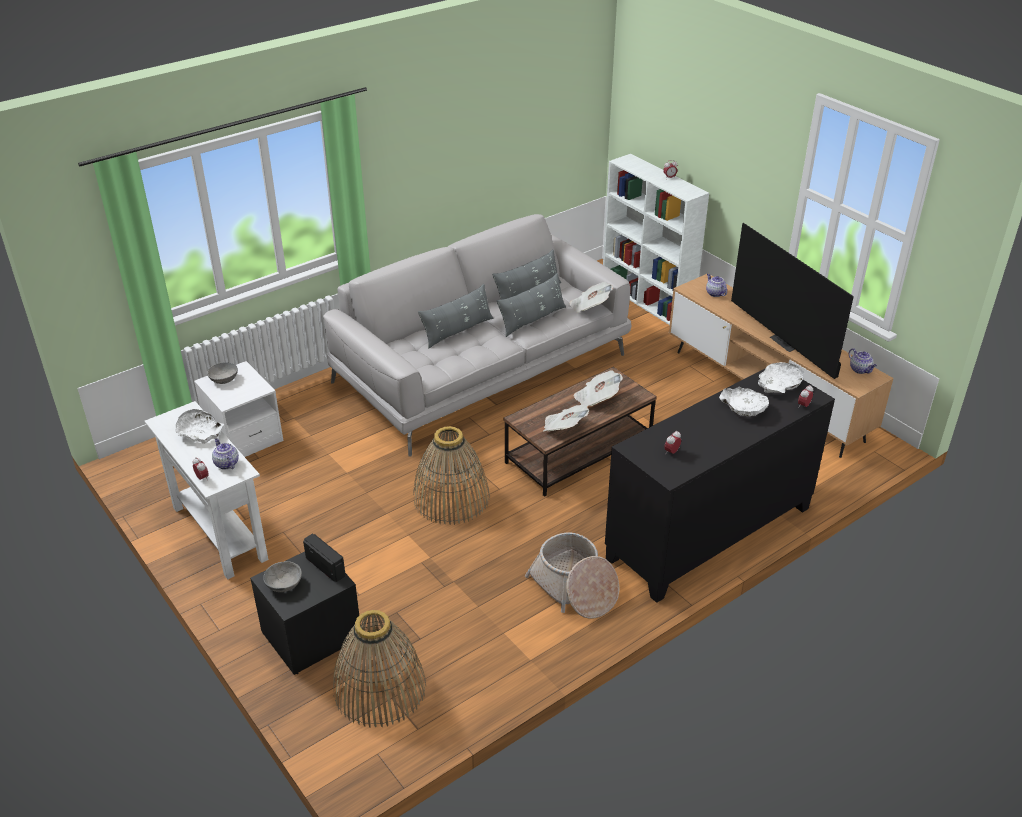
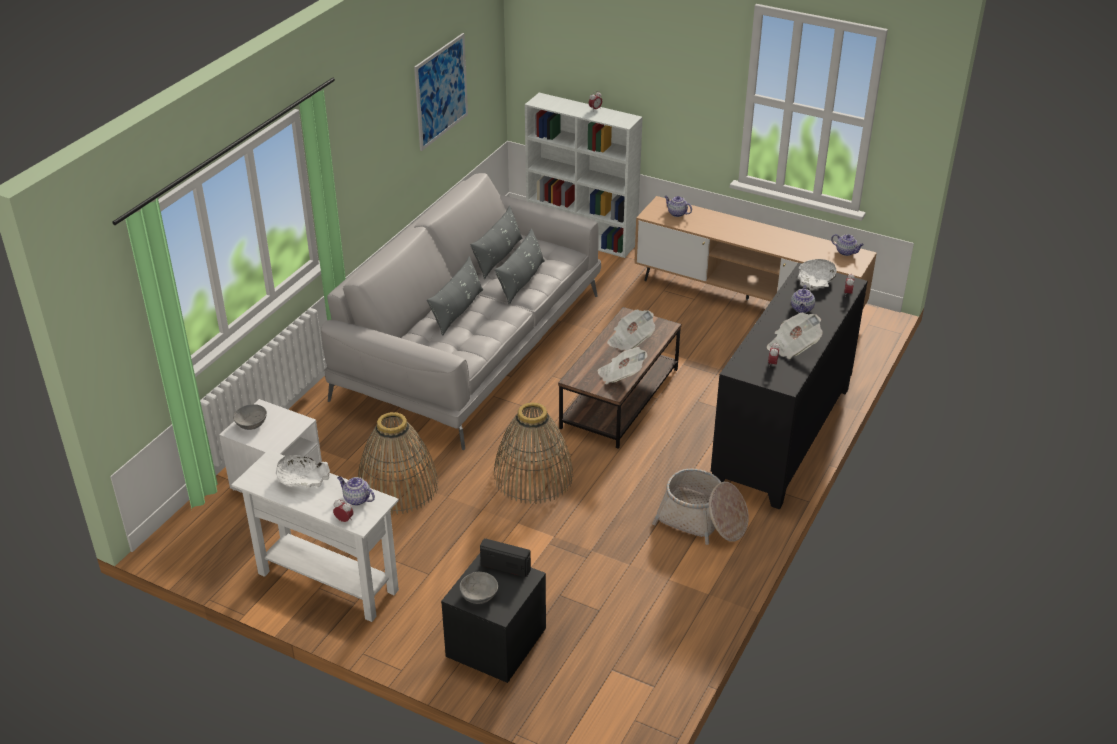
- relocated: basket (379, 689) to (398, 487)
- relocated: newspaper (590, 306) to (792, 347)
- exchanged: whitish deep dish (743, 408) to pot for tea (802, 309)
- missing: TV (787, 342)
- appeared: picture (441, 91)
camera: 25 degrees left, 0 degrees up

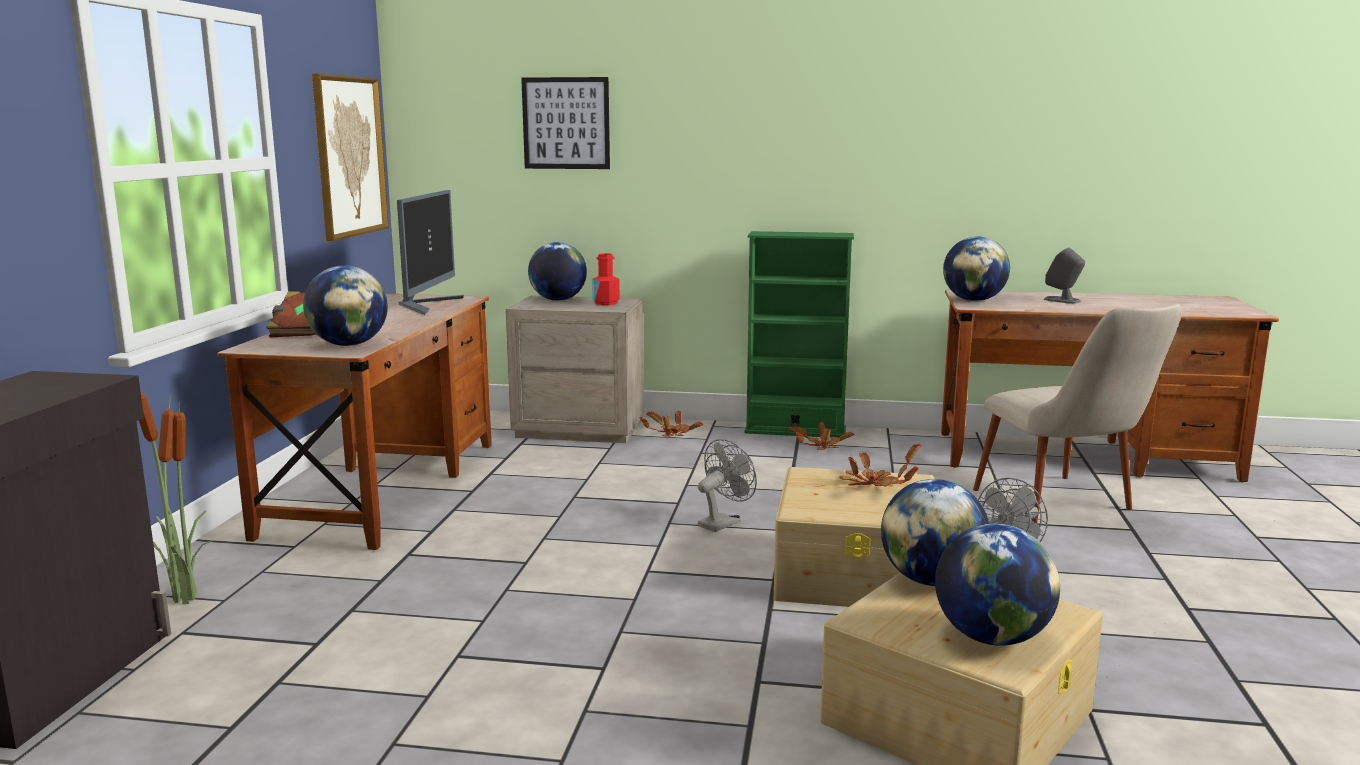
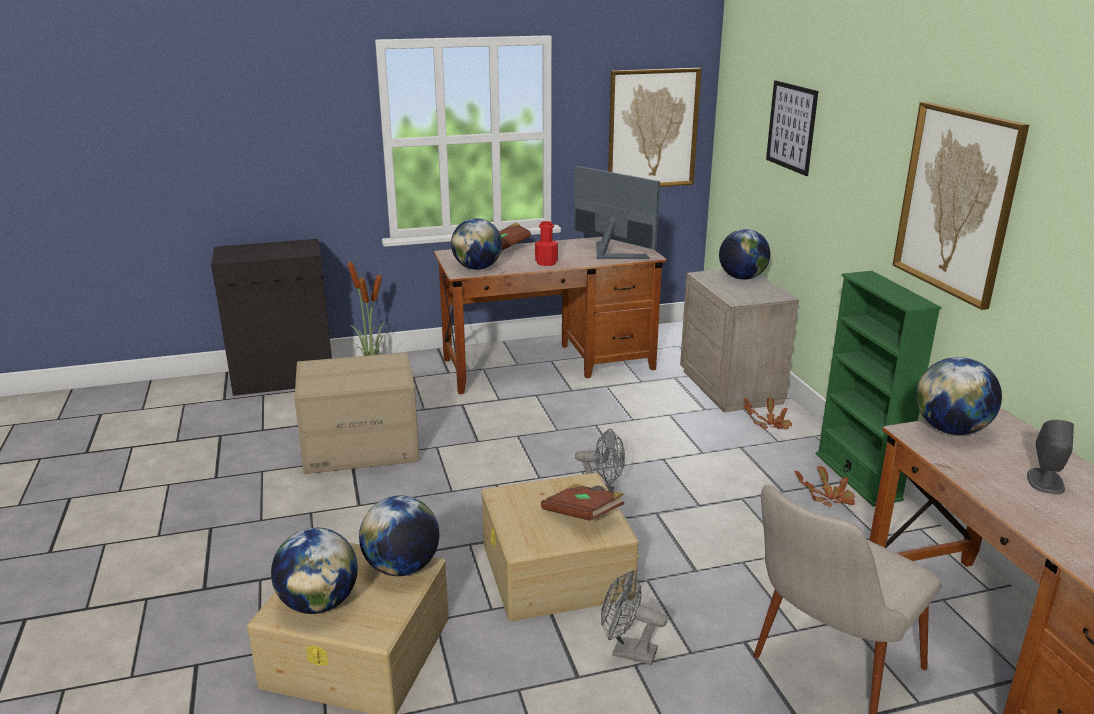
- spun: computer screen (427, 305) = (611, 253) 120 degrees counterclockwise
- relocated: reddish beverage bottle (606, 303) to (546, 262)
- exchanged: plant in a pot (874, 485) to brown bound book (583, 515)
- appeared: cardboard box (361, 447)
- appeared: picture (957, 202)
camera: 65 degrees right, 10 degrees up

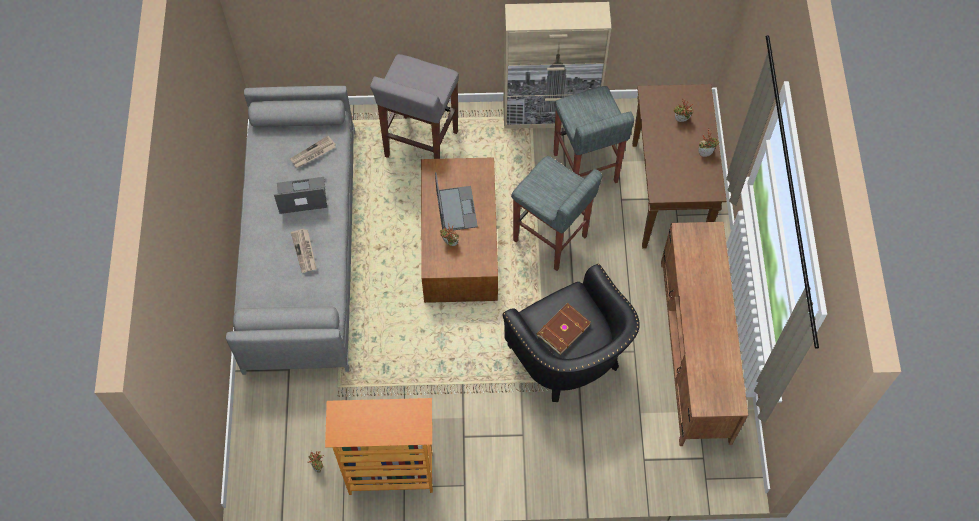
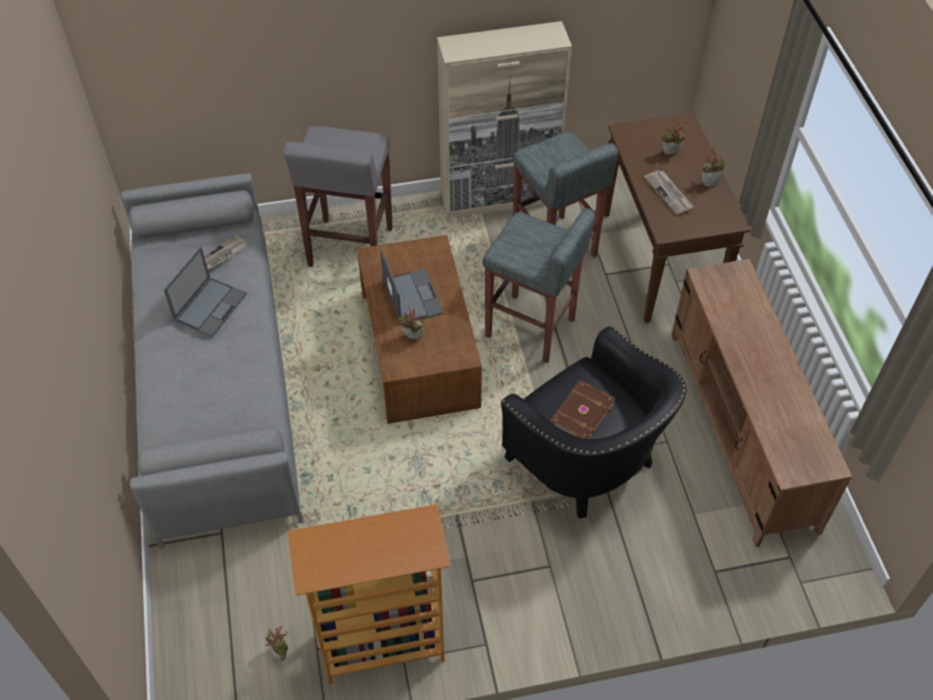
- spun: notebook computer (301, 196) = (210, 306) 135 degrees clockwise
- relocated: newspaper (305, 251) to (669, 193)
camera: 10 degrees left, 10 degrees down

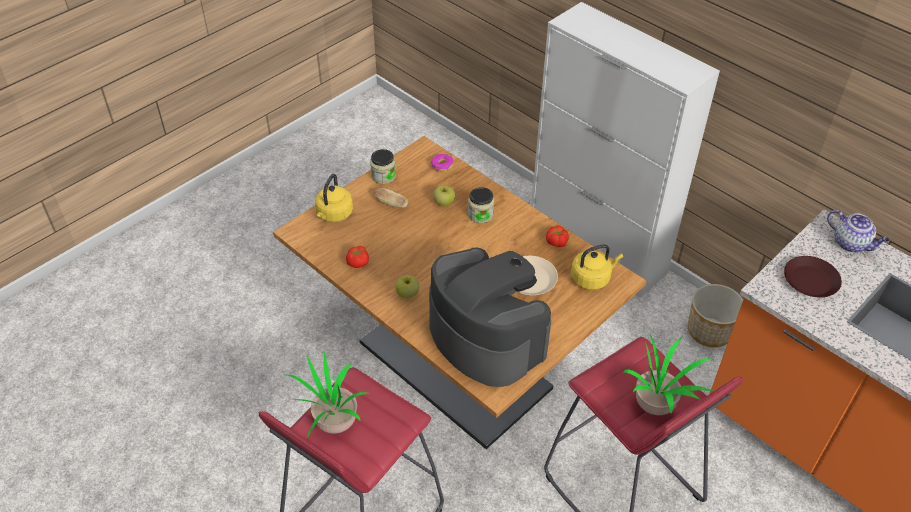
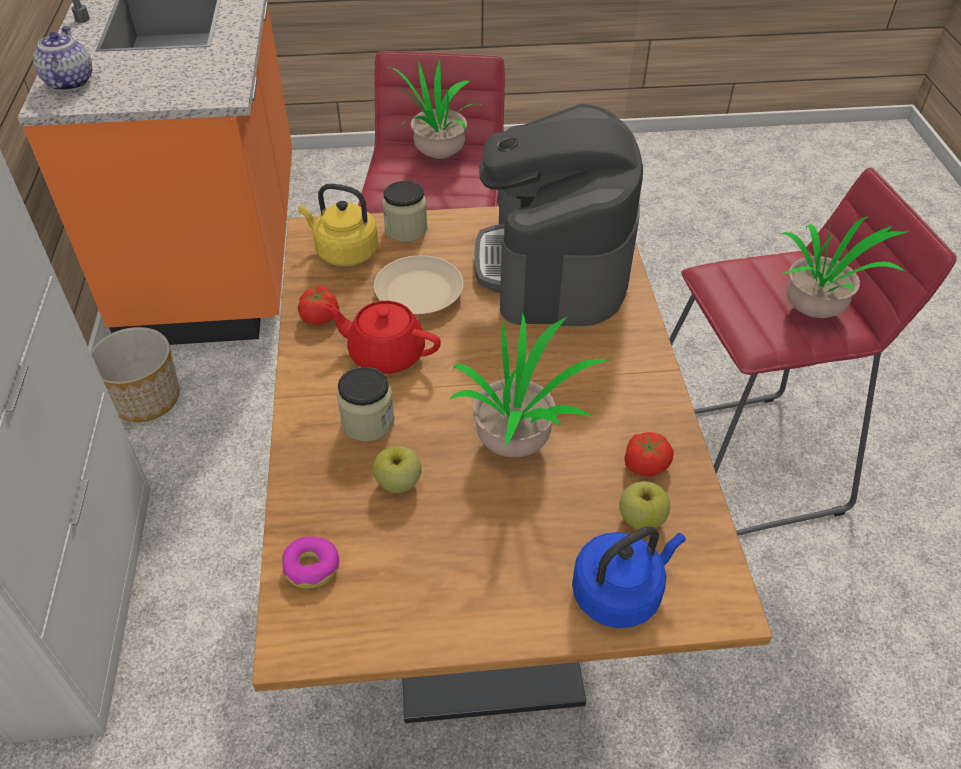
- colour: yellowish water kettle (334, 215) to blue water kettle (620, 592)
- relocated: storage jar (383, 176) to (406, 229)
- missing: bakery bread (391, 204)
- relocated: whole apple (407, 294) to (641, 519)
- missing: brown flat dish (810, 280)
- appeared: reddish pot for tea (385, 353)
- appeared: plant in a pot (518, 442)
camera: 140 degrees left, 0 degrees up

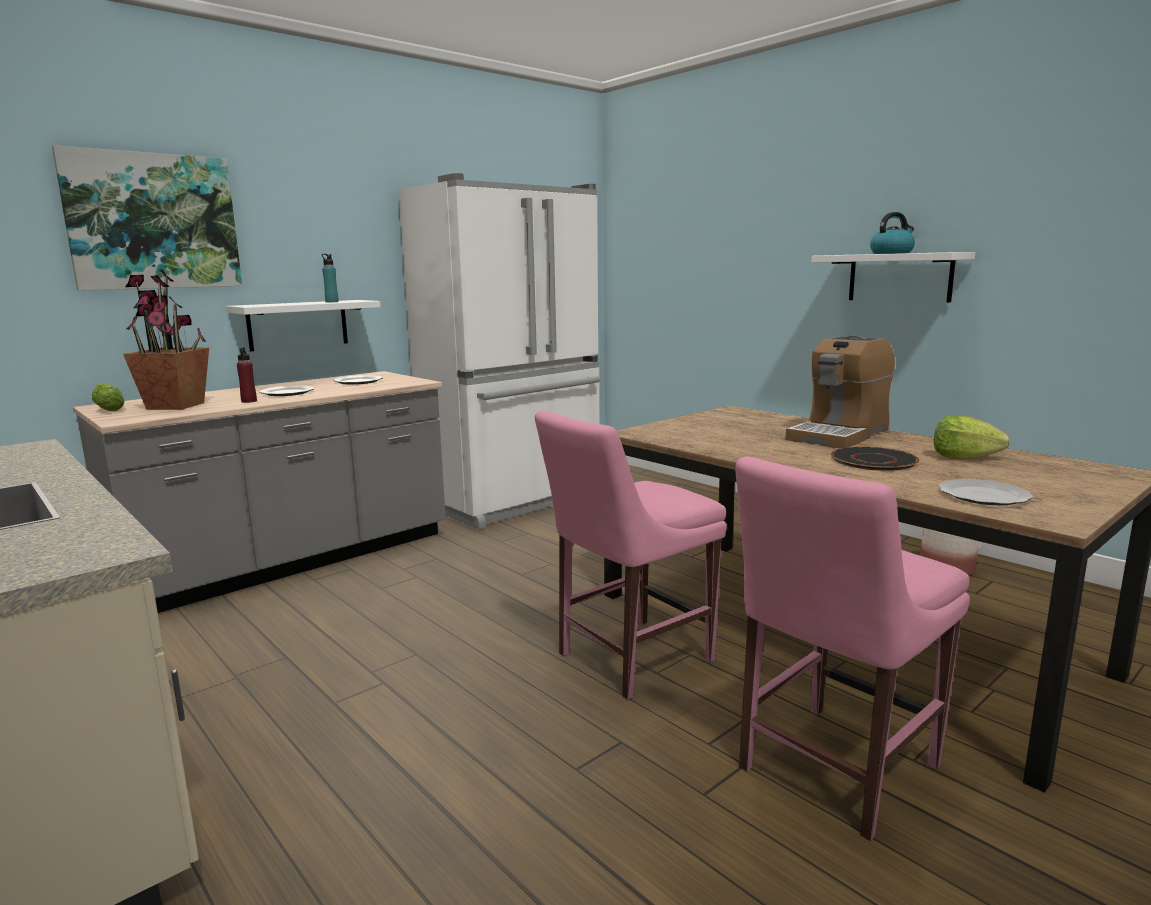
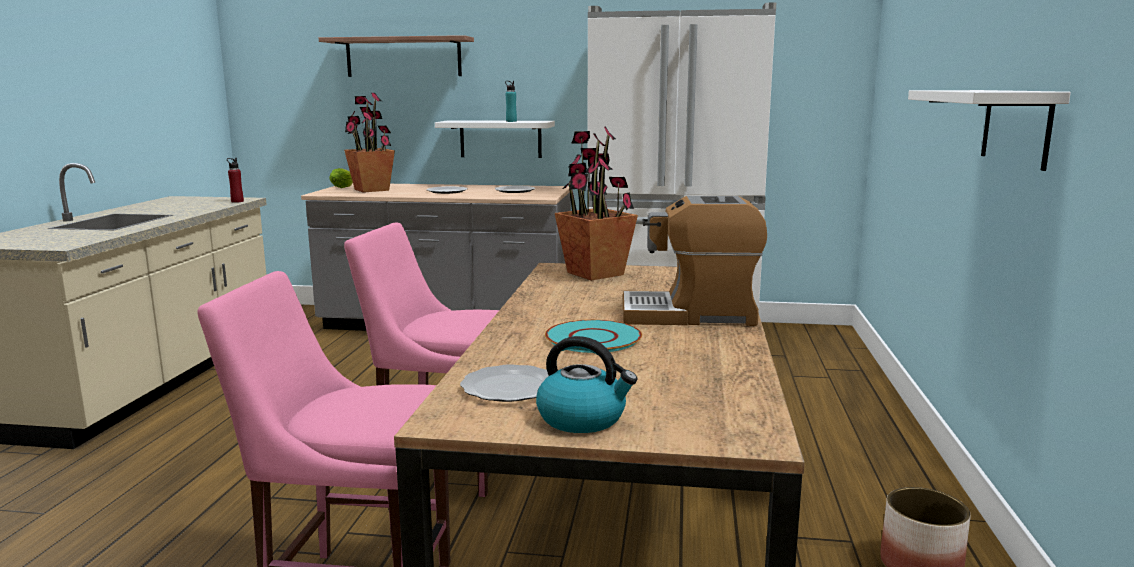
- exchanged: picture (153, 222) to wall shelf (403, 57)
- relocated: reddish beverage bottle (249, 401) to (237, 201)
- colour: black flat dish (873, 460) to turquoise-coloured flat dish (593, 338)
- relocated: water kettle (891, 253) to (583, 418)
- missing: lettuce head (963, 457)
- appeared: plant in a pot (595, 274)
camera: 50 degrees right, 0 degrees up

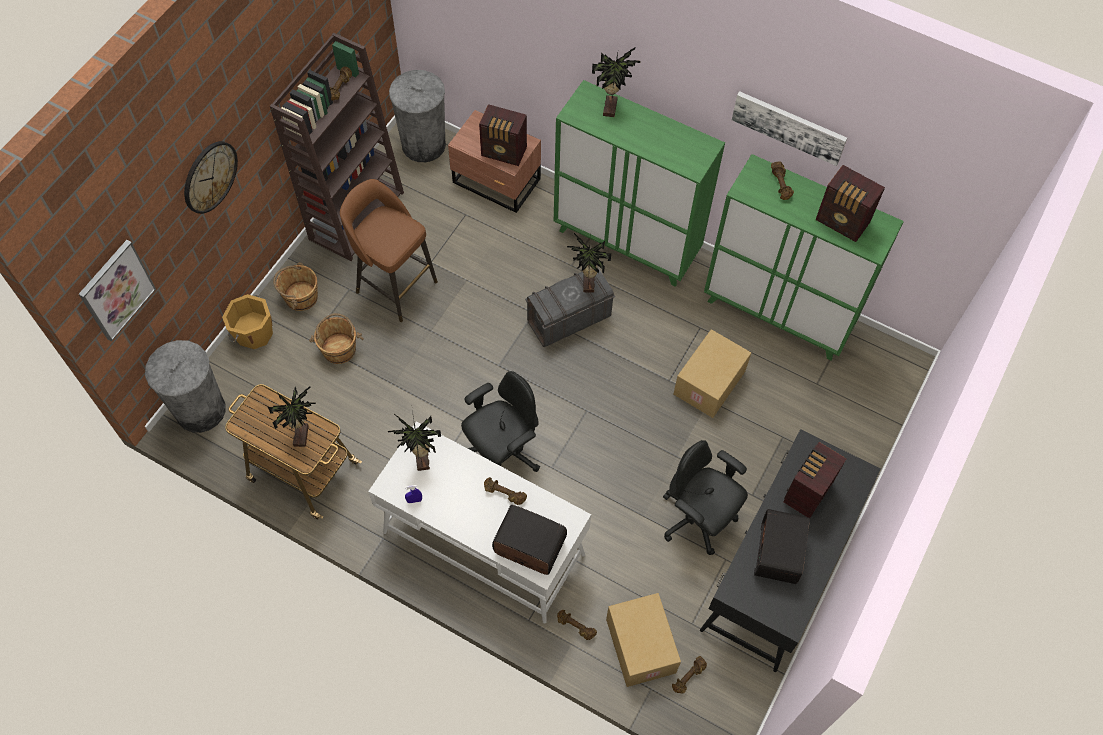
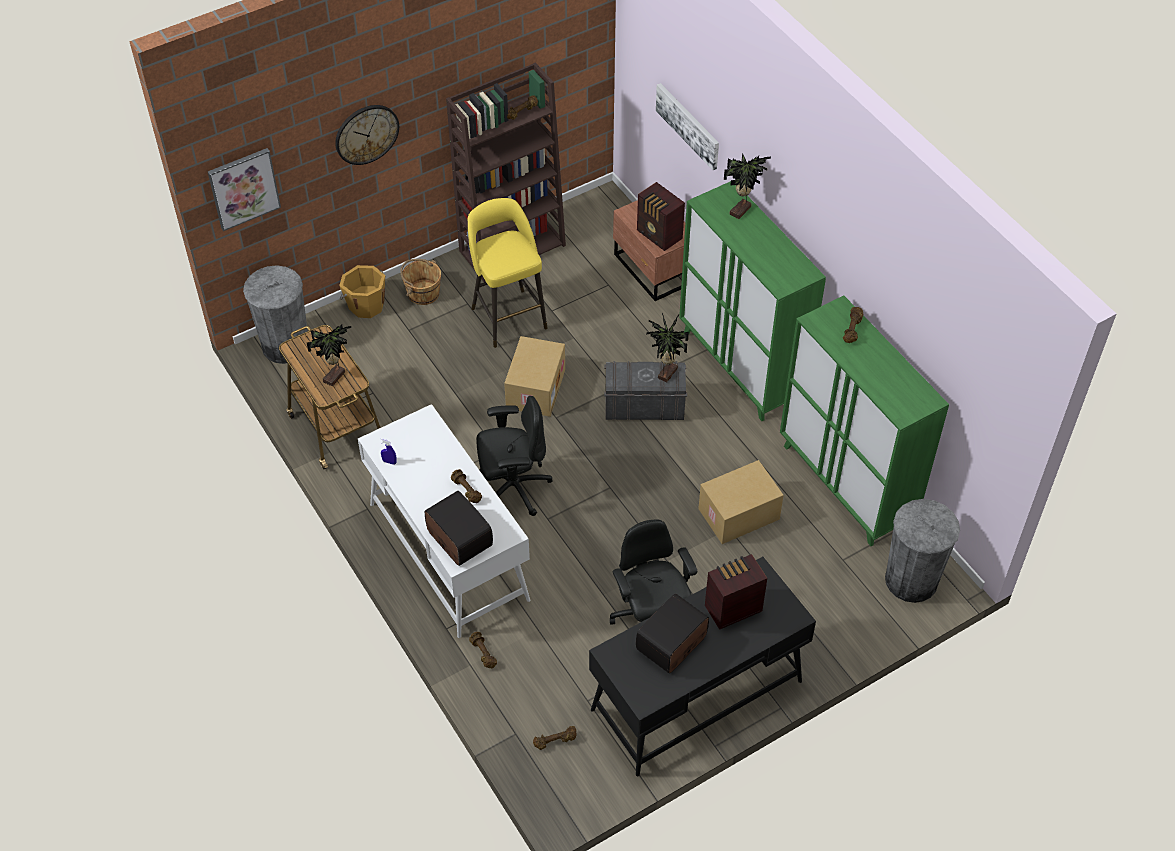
- missing: brown water bucket (339, 348)
- colour: brown stool (394, 285) to yellowish stool (508, 316)
- missing: plant in a pot (420, 460)
- relocated: gray rubbish bin (423, 144) to (911, 580)
- relocated: cardboard box (639, 645) to (534, 388)
- relocated: picture (789, 126) to (688, 125)
- missing: radio set (843, 222)
camera: 30 degrees right, 10 degrees down

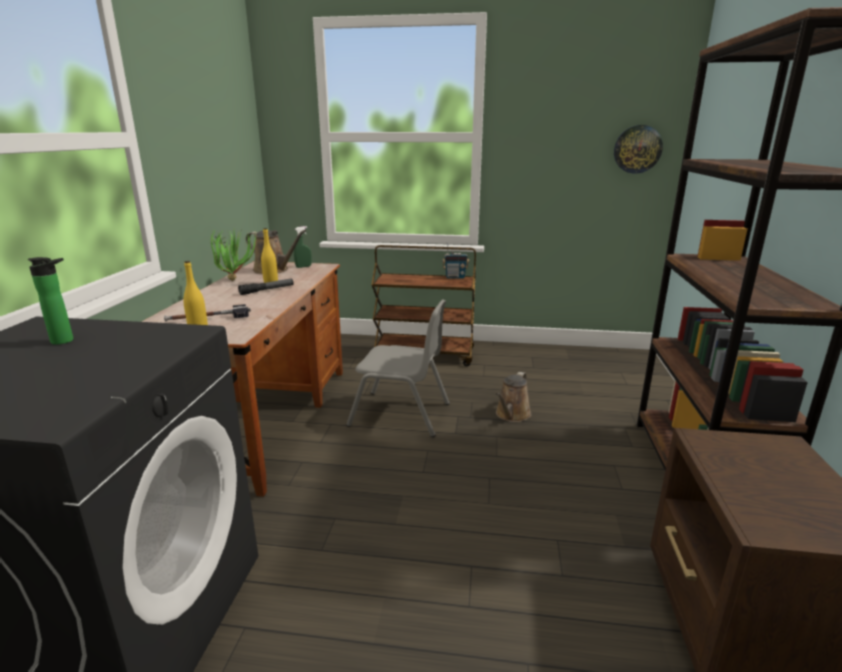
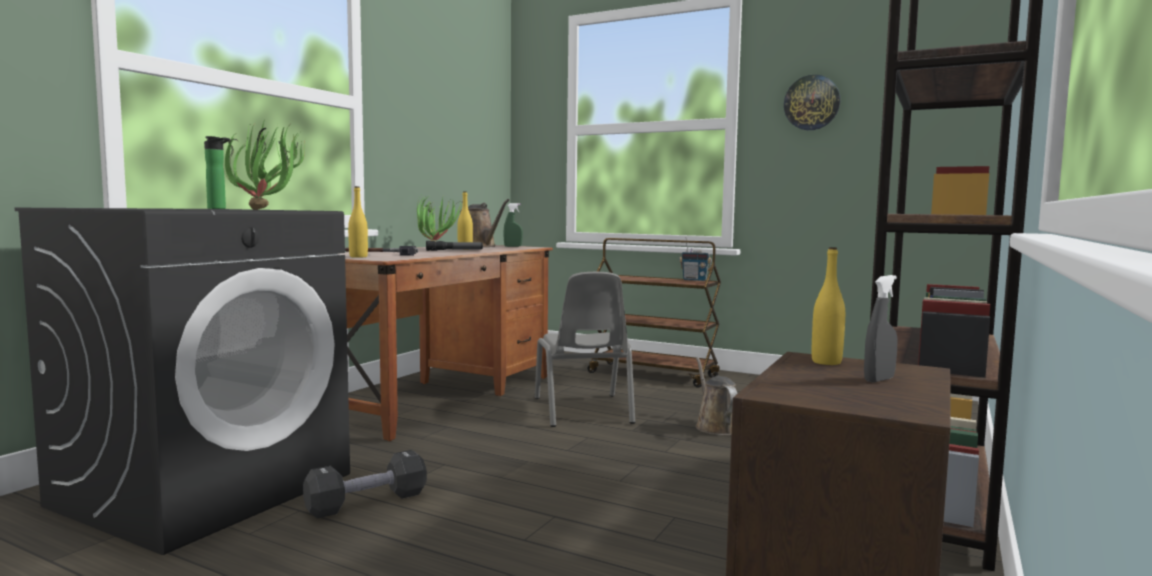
- spun: gray chair (400, 414) = (582, 410) 45 degrees clockwise
- spun: brown sprinkling can (512, 415) = (716, 426) 120 degrees clockwise
- relocated: hanging clock (637, 149) to (811, 103)
- appeared: plant in a pot (268, 209)
- appeared: black hand weight (367, 503)
- appeared: yellowish beverage bottle (826, 362)
- appeared: gray spray bottle (879, 380)
camera: 20 degrees right, 15 degrees down

